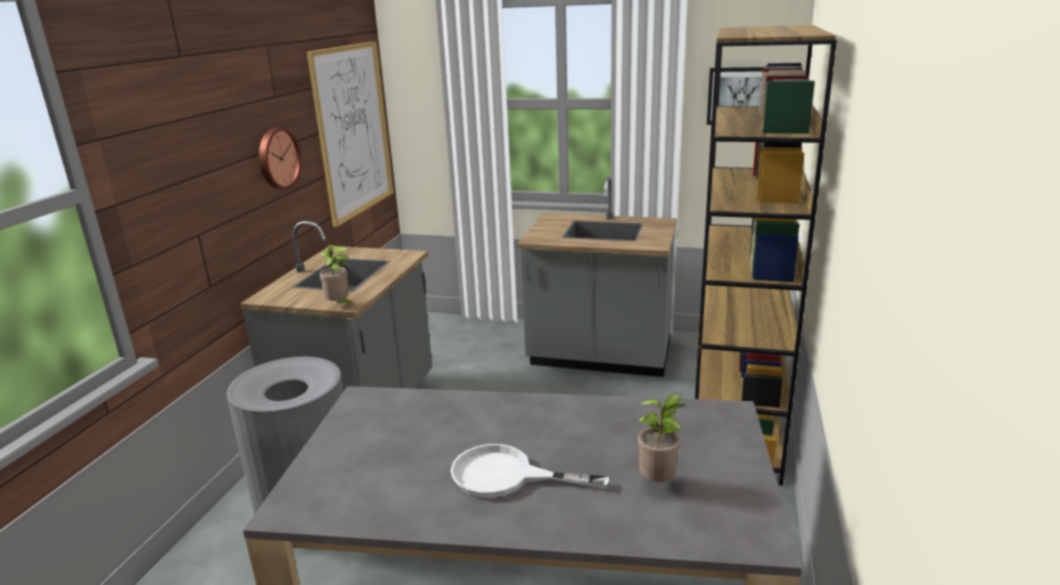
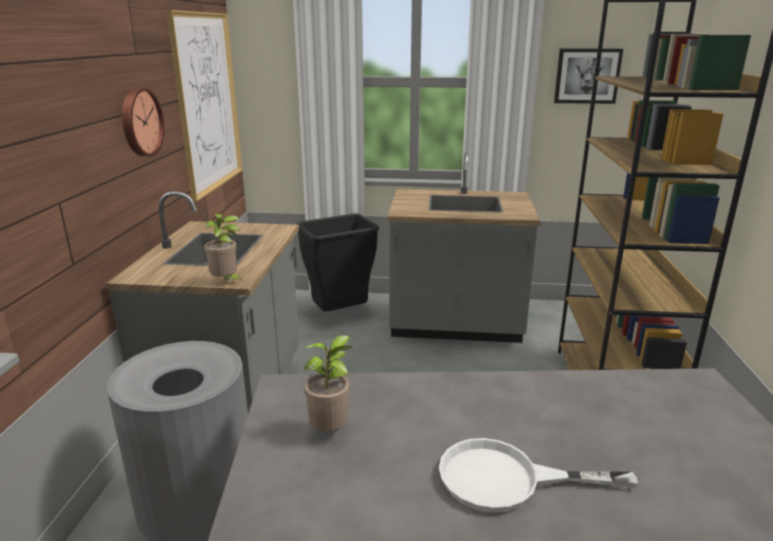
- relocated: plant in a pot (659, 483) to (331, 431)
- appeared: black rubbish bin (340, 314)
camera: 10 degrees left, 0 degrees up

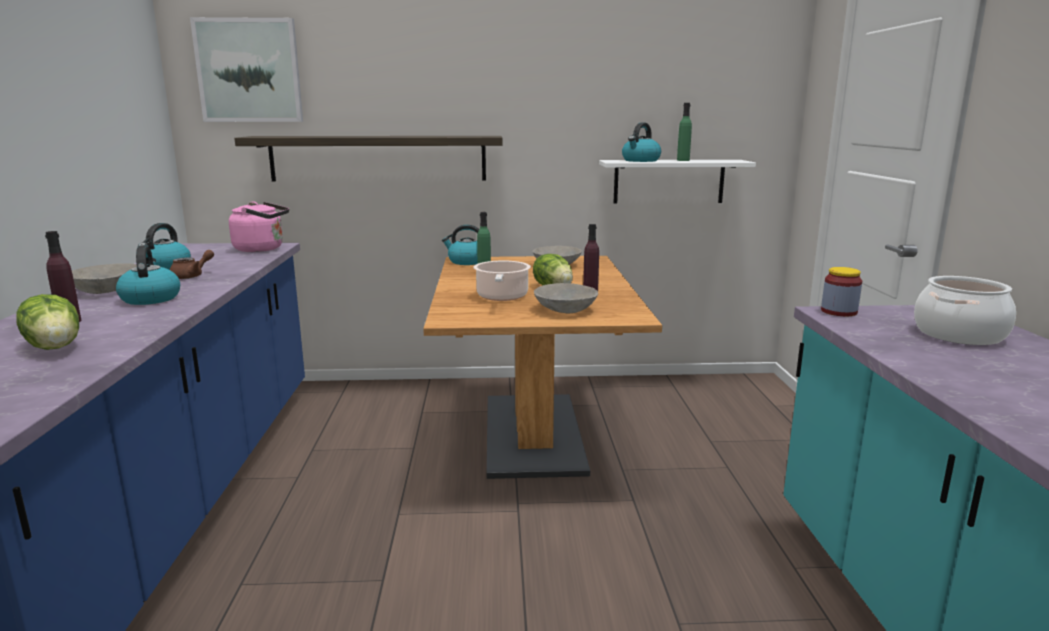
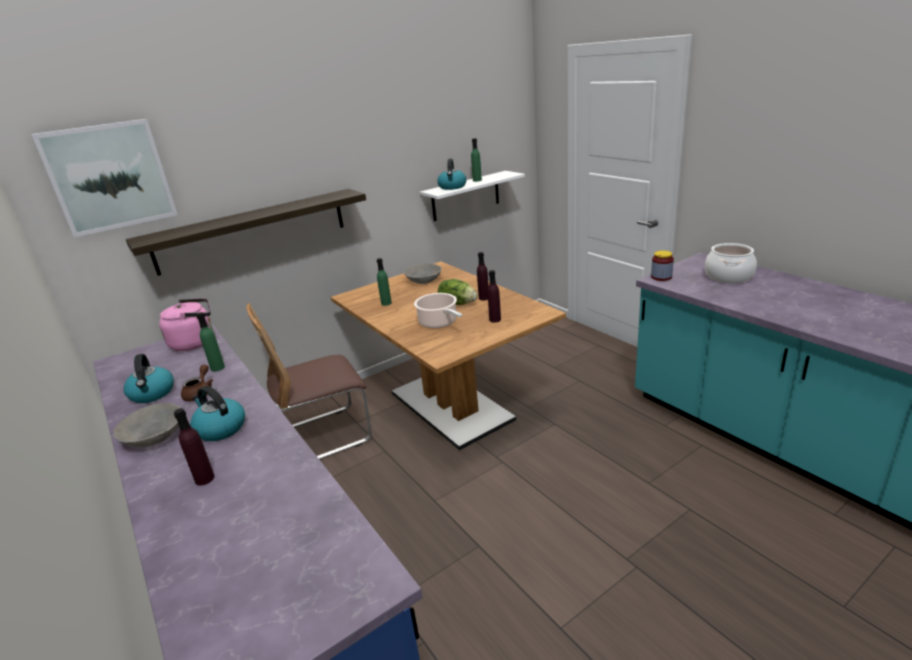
- missing: lettuce head (56, 346)
- missing: water kettle (466, 262)
- exchanged: gray deep dish (565, 309) to purple-coloured beverage bottle (495, 319)
- appeared: green-coloured beverage bottle (217, 368)
- appeared: chair (324, 436)
camera: 30 degrees left, 10 degrees up

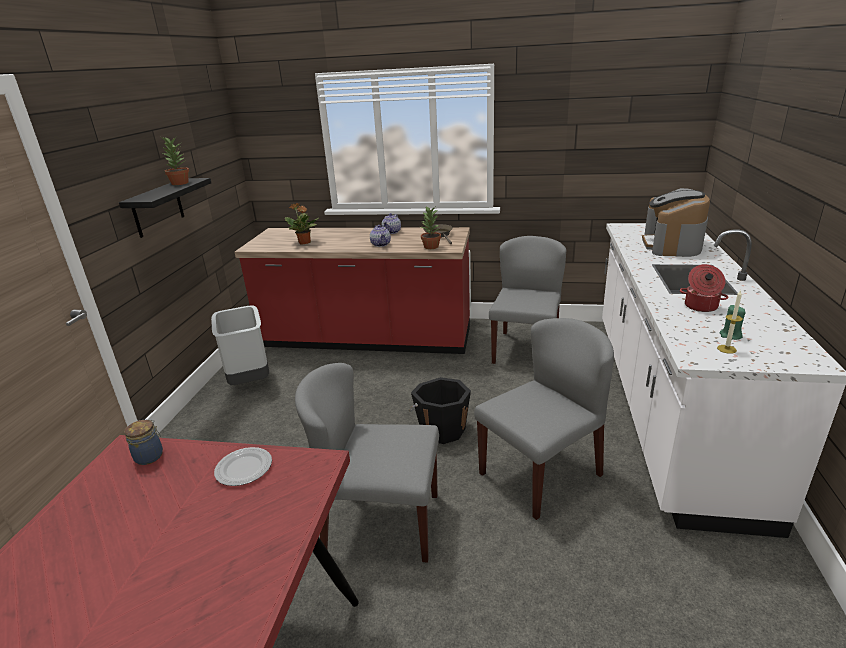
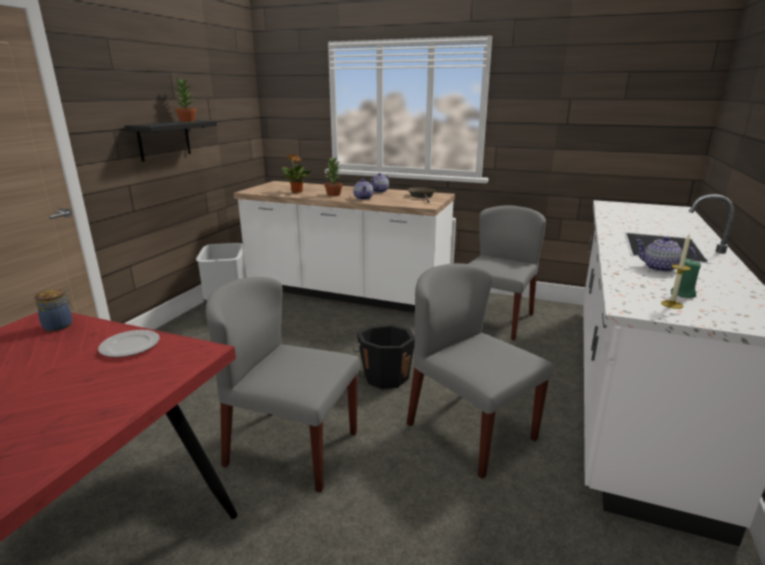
- colour: reddish counter (366, 340) to whitish counter (346, 293)
- relocated: plant in a pot (431, 247) to (333, 195)
- spun: gray chair (540, 473) = (469, 431) 105 degrees counterclockwise
- missing: coffee machine (671, 245)
- exchanged: cooking pot (700, 306) to pot for tea (660, 268)
camera: 10 degrees right, 5 degrees down

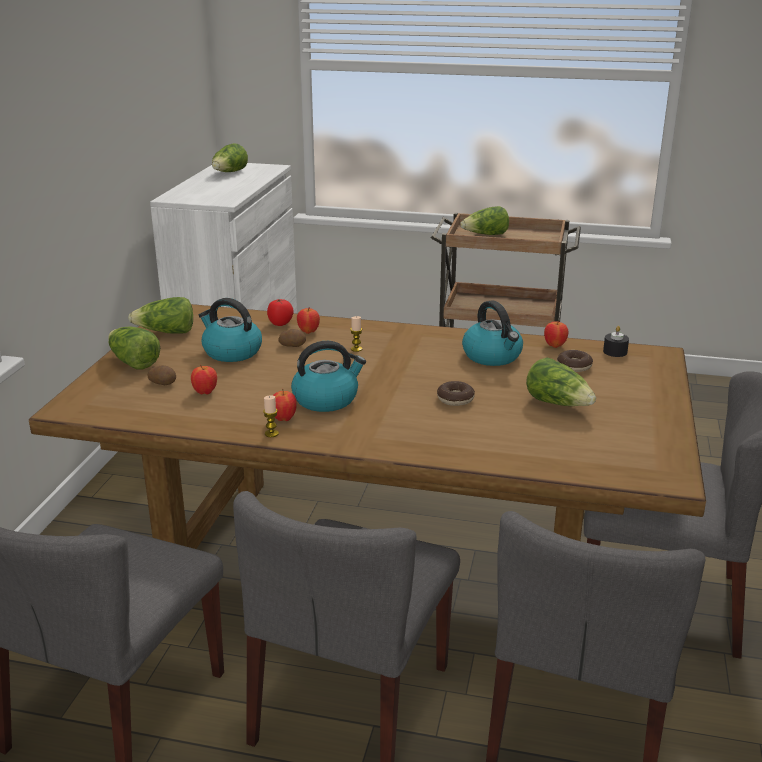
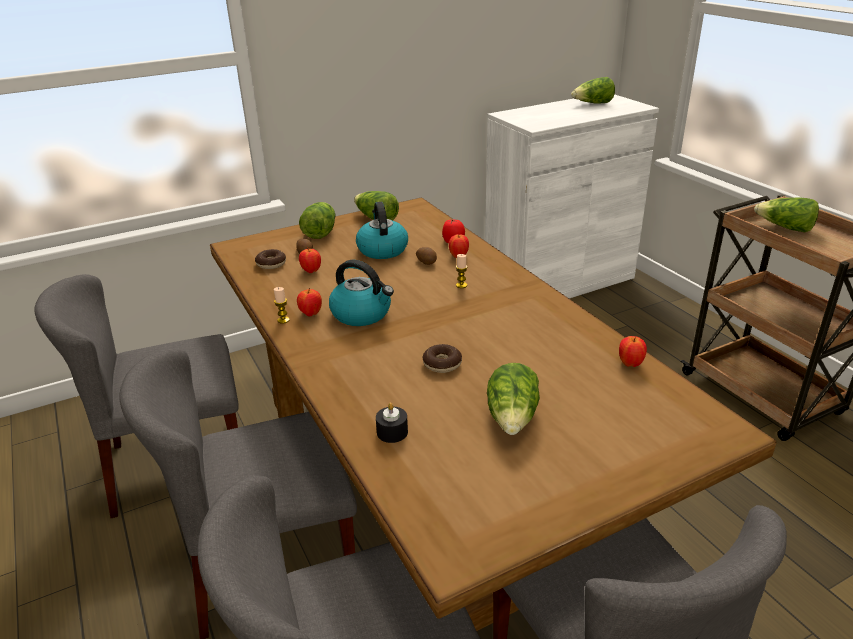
- missing: water kettle (493, 356)
- relocated: ring doughnut (574, 366) to (271, 264)
- relocated: black wax light (615, 352) to (392, 432)
camera: 50 degrees right, 5 degrees up

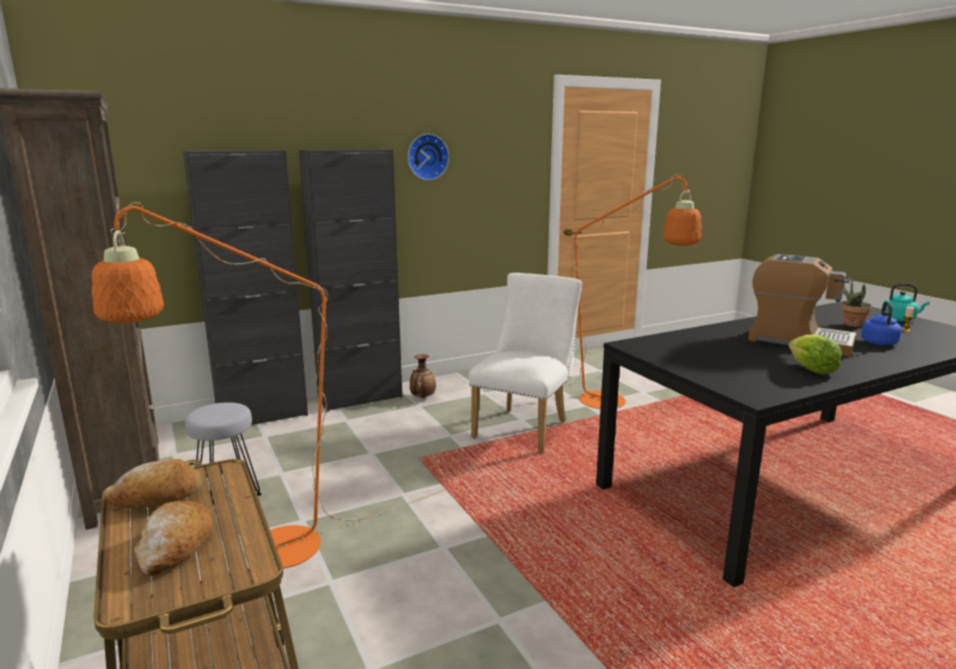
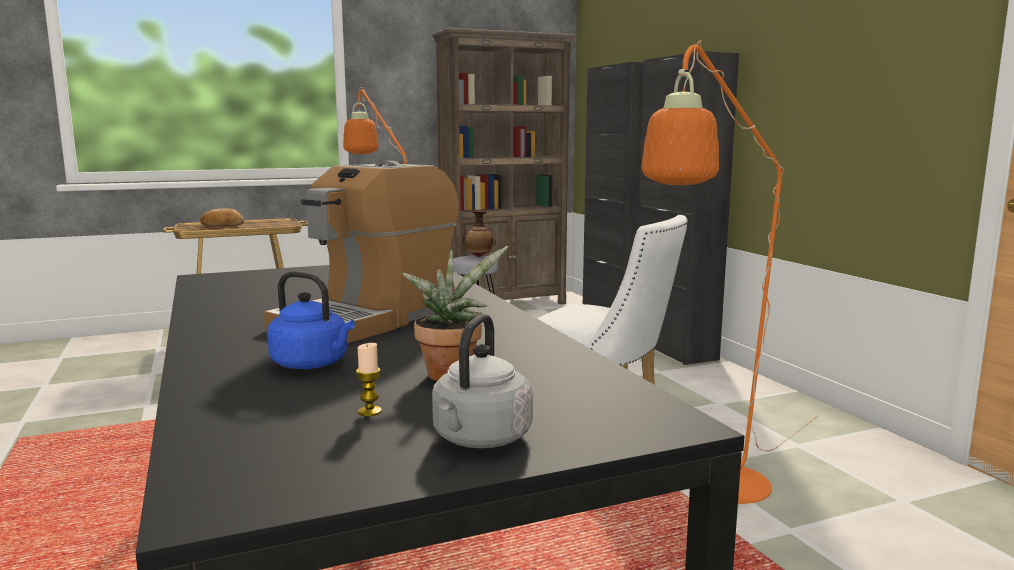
- missing: bakery bread (158, 496)
- missing: hanging clock (427, 157)
- relocated: vase (422, 397) to (479, 256)
- missing: lettuce head (810, 369)
- colour: turquoise-coloured water kettle (900, 319) to gray water kettle (480, 439)
camera: 95 degrees right, 5 degrees down

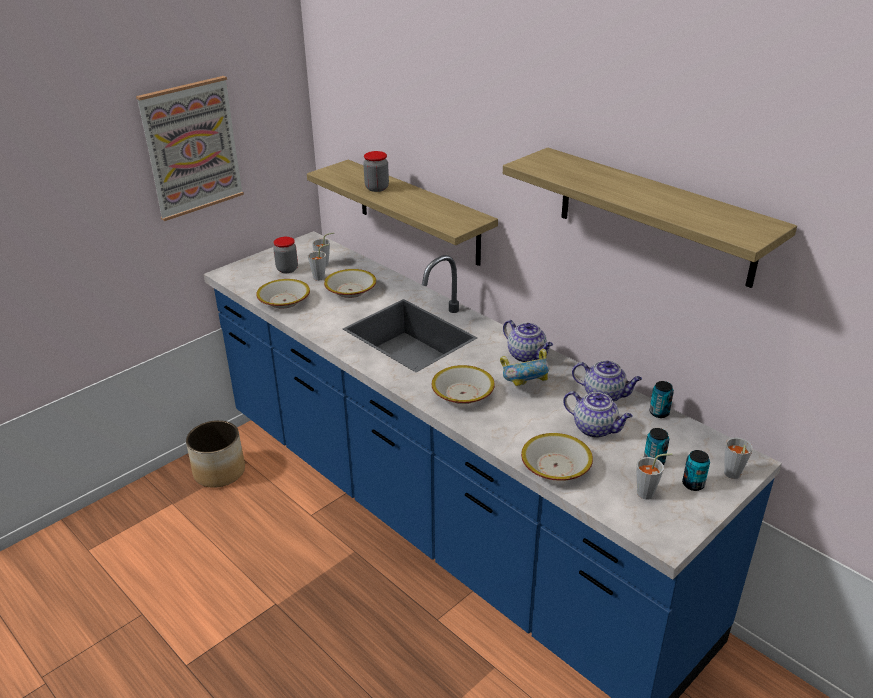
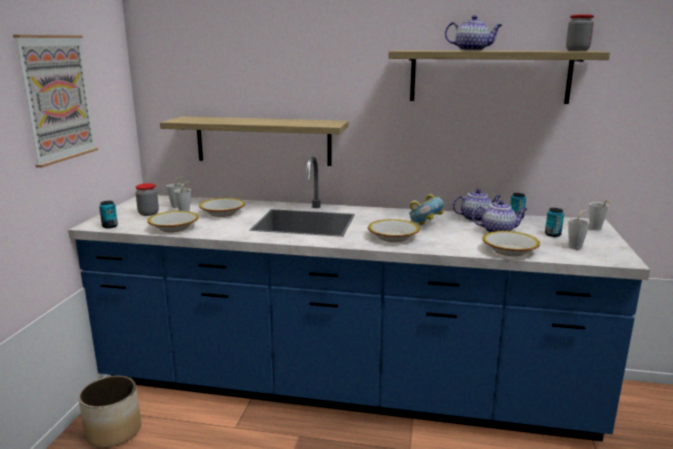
- relocated: storage jar (377, 188) to (577, 50)
- relocated: pot for tea (527, 356) to (472, 50)
- relocated: can (693, 484) to (110, 226)
camera: 35 degrees left, 15 degrees down

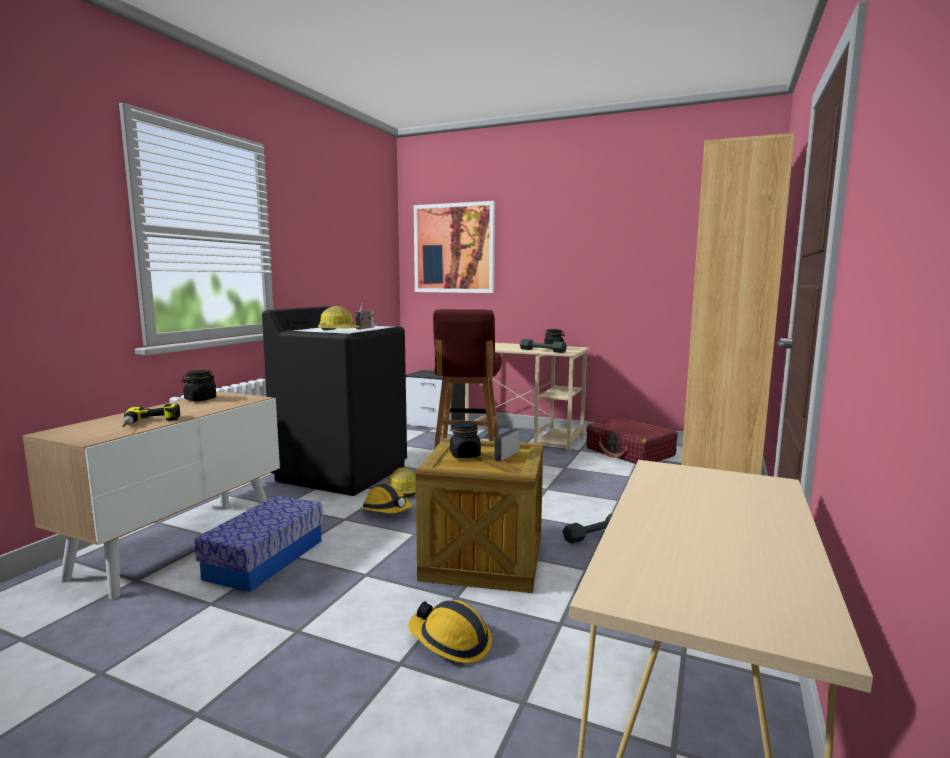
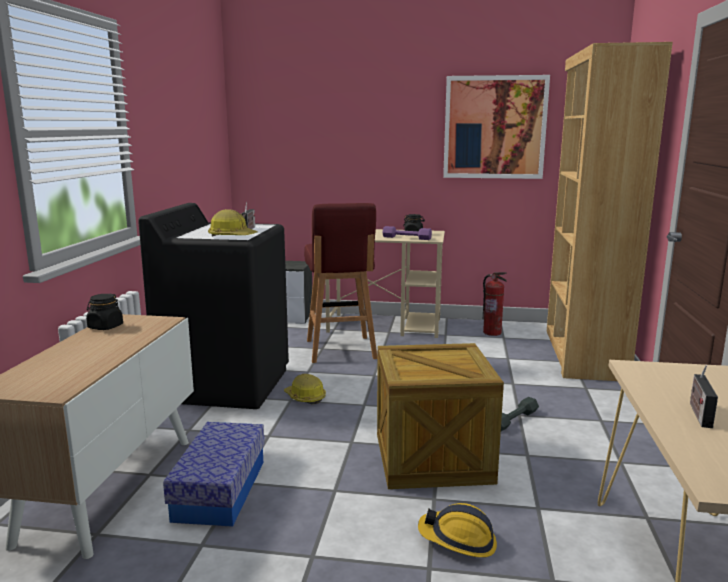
- missing: drill (150, 423)
- missing: work helmet (386, 510)
- relocated: picture (454, 248) to (494, 127)
- missing: black storage jar (465, 455)
- relocated: radio set (507, 455) to (699, 414)
- colour: gray hand weight (542, 350) to purple-coloured hand weight (406, 238)
- exchanged: reddish piece of luggage (630, 452) to fire-fighting cylinder (492, 333)
camera: 15 degrees left, 5 degrees up

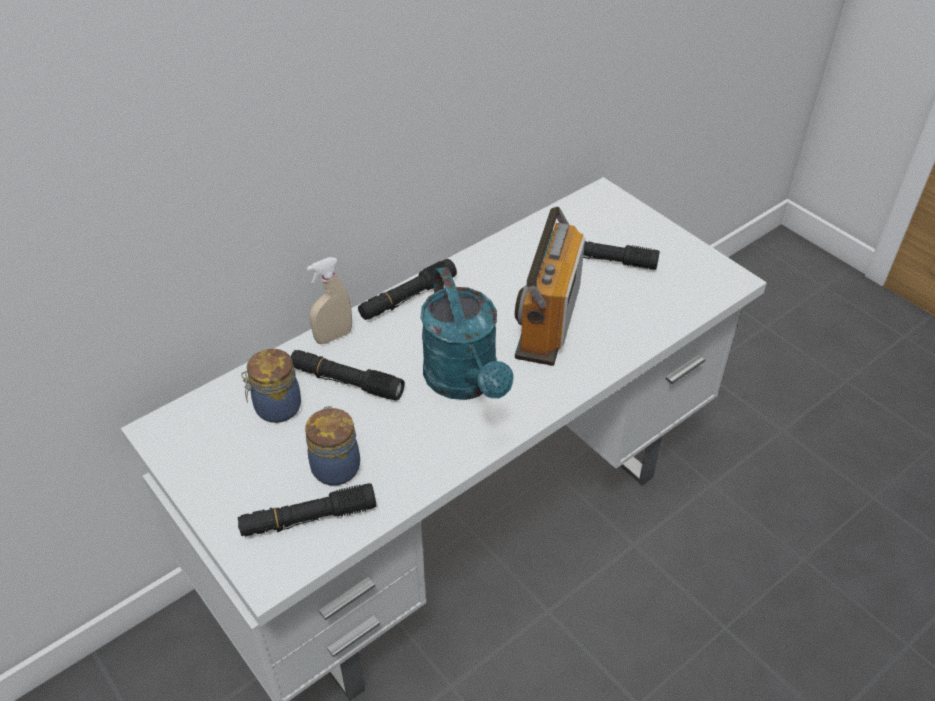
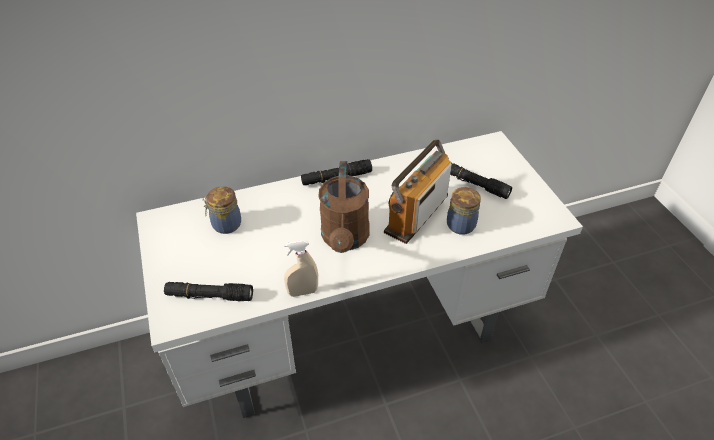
- missing: black torch (346, 381)
- relocated: storage jar (336, 466) to (461, 224)
- relocated: beige-coloured spray bottle (333, 336) to (302, 292)
- colour: turquoise-coloured sprinkling can (466, 382) to brown sprinkling can (345, 239)
camera: 20 degrees right, 0 degrees up

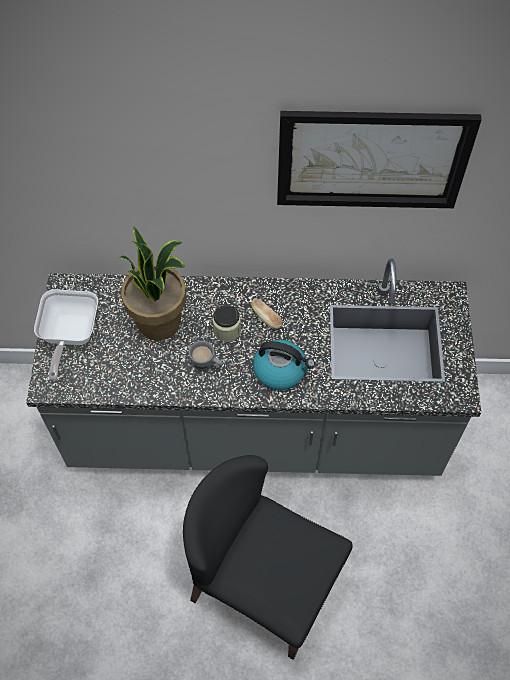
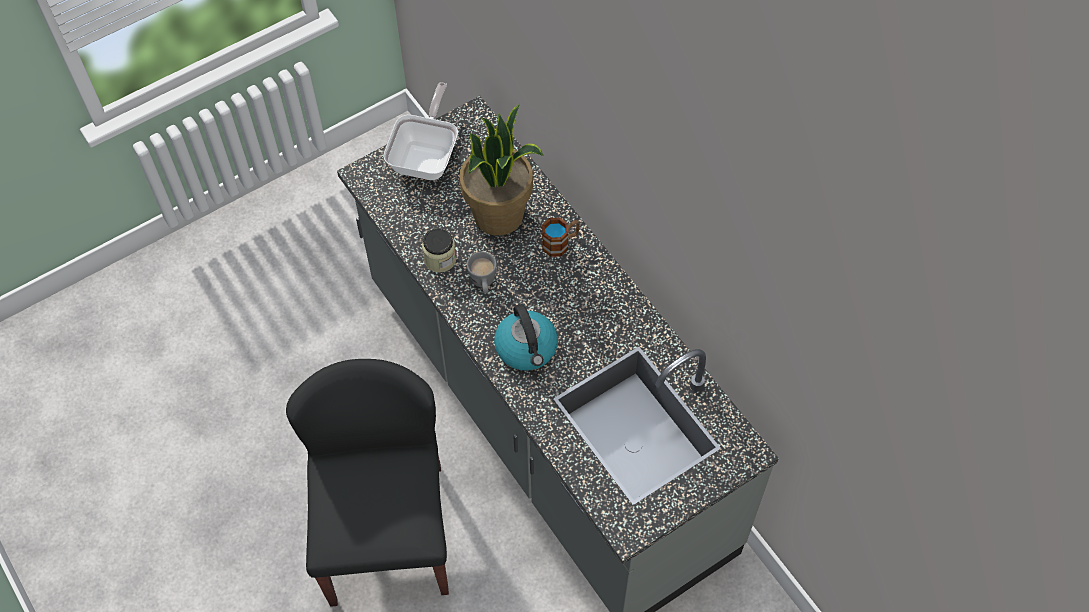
- spun: skillet (69, 336) = (426, 156) 135 degrees clockwise
- relocated: storage jar (227, 330) to (440, 259)
- missing: bakery bread (266, 318)
- missing: picture (372, 159)
- appeared: mug (560, 243)
camera: 55 degrees right, 0 degrees up

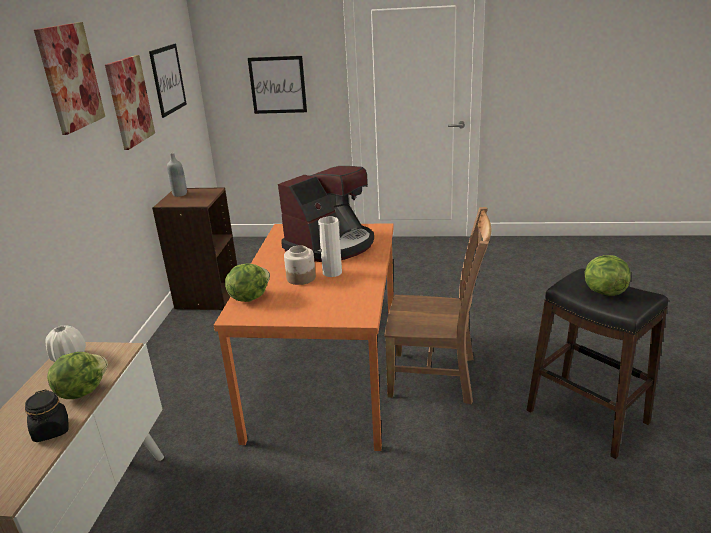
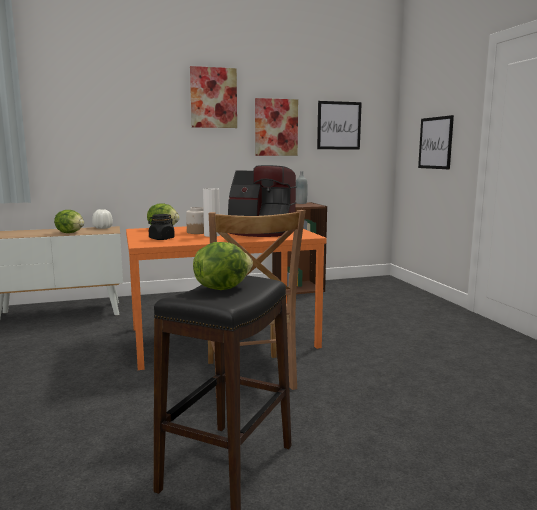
- relocated: black storage jar (51, 430) to (161, 239)
camera: 65 degrees right, 15 degrees down

